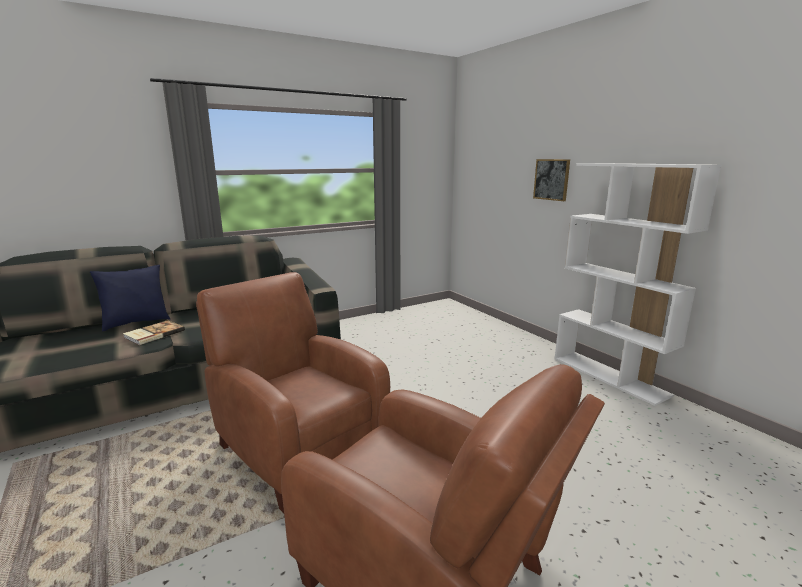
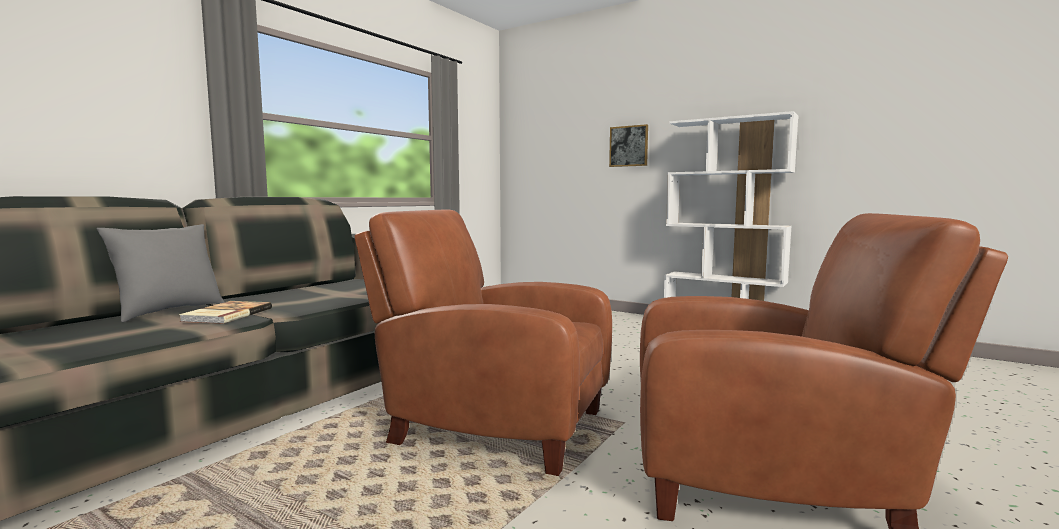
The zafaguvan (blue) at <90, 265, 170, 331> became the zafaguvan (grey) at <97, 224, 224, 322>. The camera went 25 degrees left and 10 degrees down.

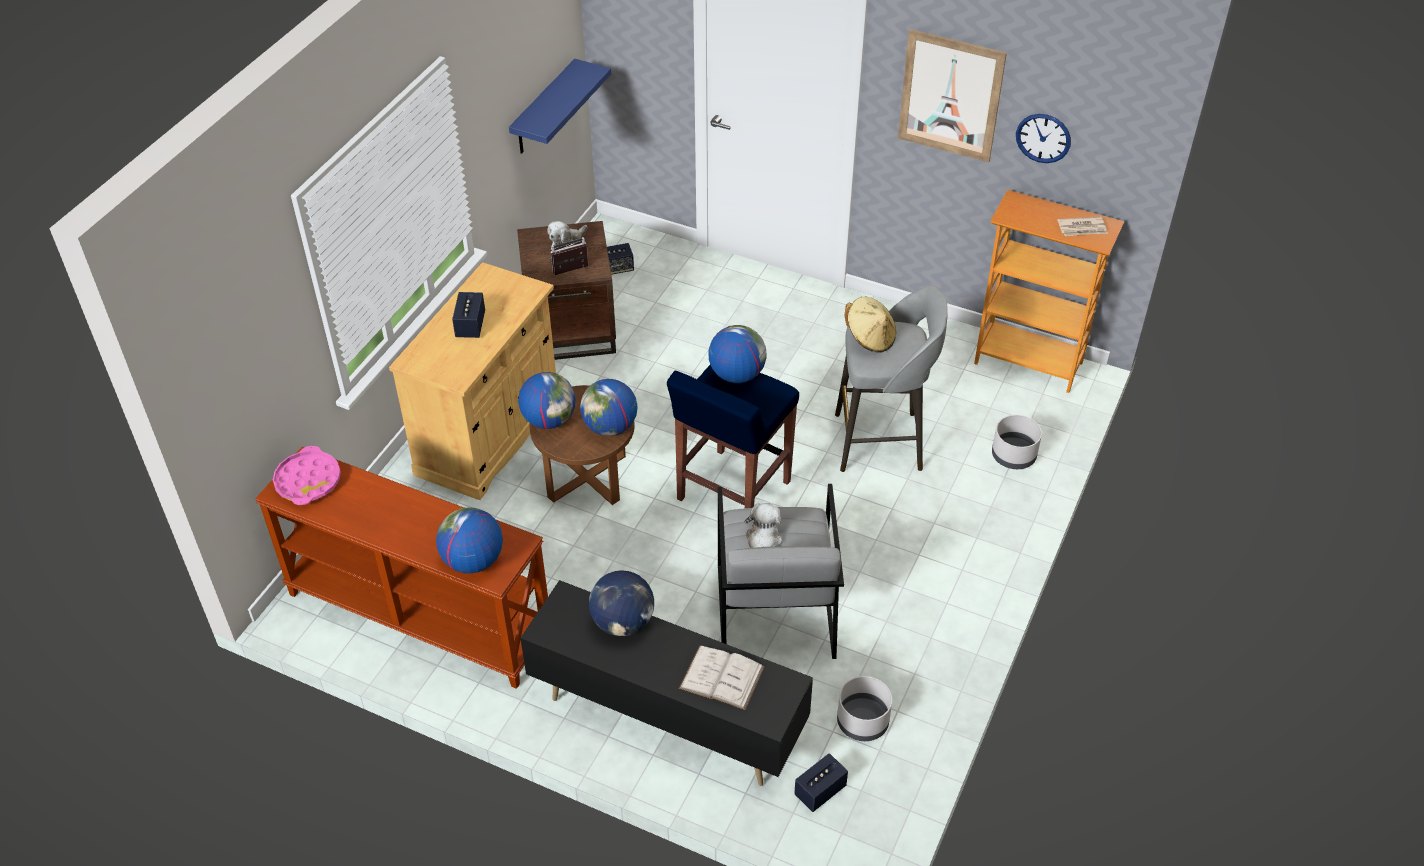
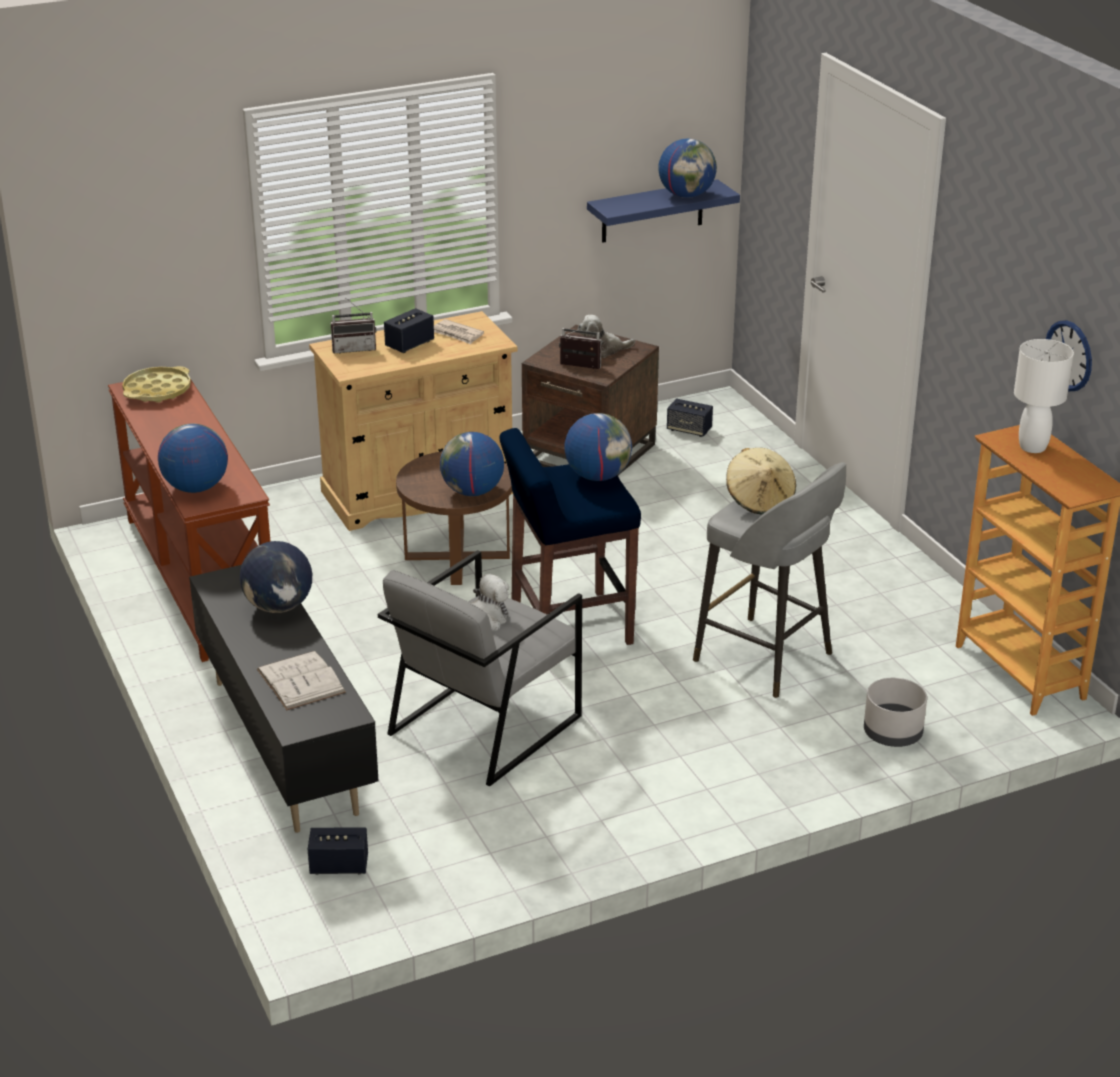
The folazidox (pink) at <273, 446, 341, 505> became the folazidox (yellow) at <122, 366, 191, 403>. The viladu at <331, 298, 377, 353> appeared. The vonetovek moved from <1057, 217, 1108, 236> to <434, 319, 484, 344>. The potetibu moved from <518, 372, 576, 429> to <658, 139, 717, 198>. The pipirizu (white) at <1014, 339, 1074, 453> appeared. The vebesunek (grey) at <837, 676, 892, 741> disappeared. The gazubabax at <898, 29, 1007, 162> disappeared. The camera went 40 degrees right and 15 degrees down.

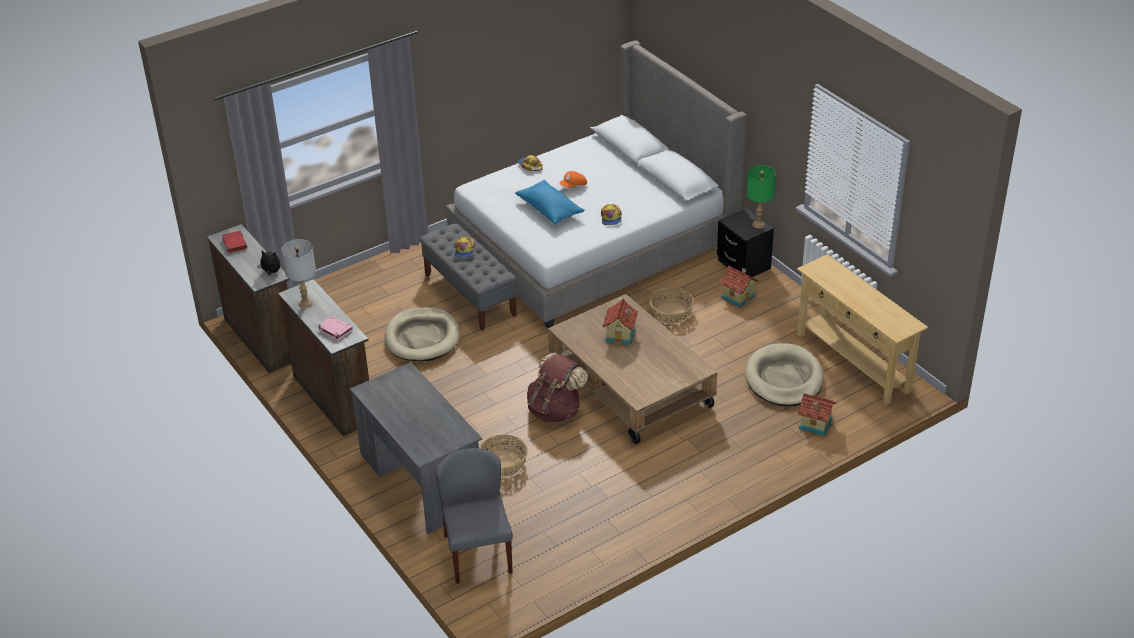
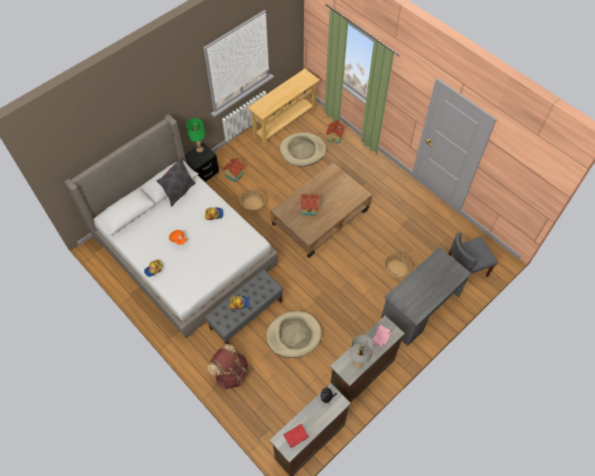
The zafaguvan (grey) at <156, 157, 196, 206> appeared. The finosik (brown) moved from <527, 352, 588, 423> to <207, 344, 249, 389>. The zafaguvan (blue) at <515, 180, 585, 225> disappeared. The camera went 100 degrees left and 20 degrees up.

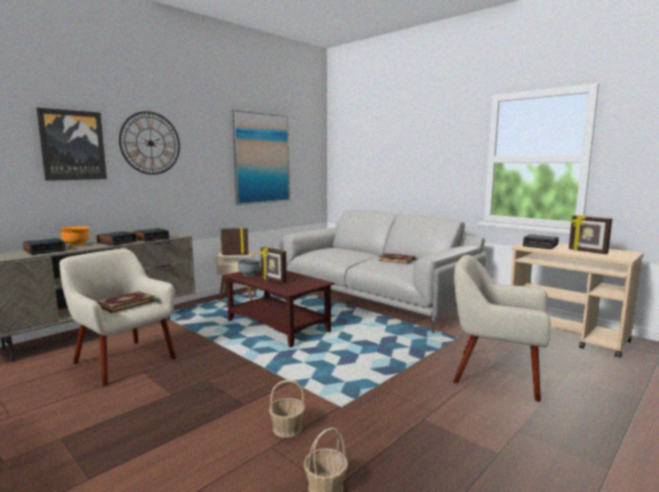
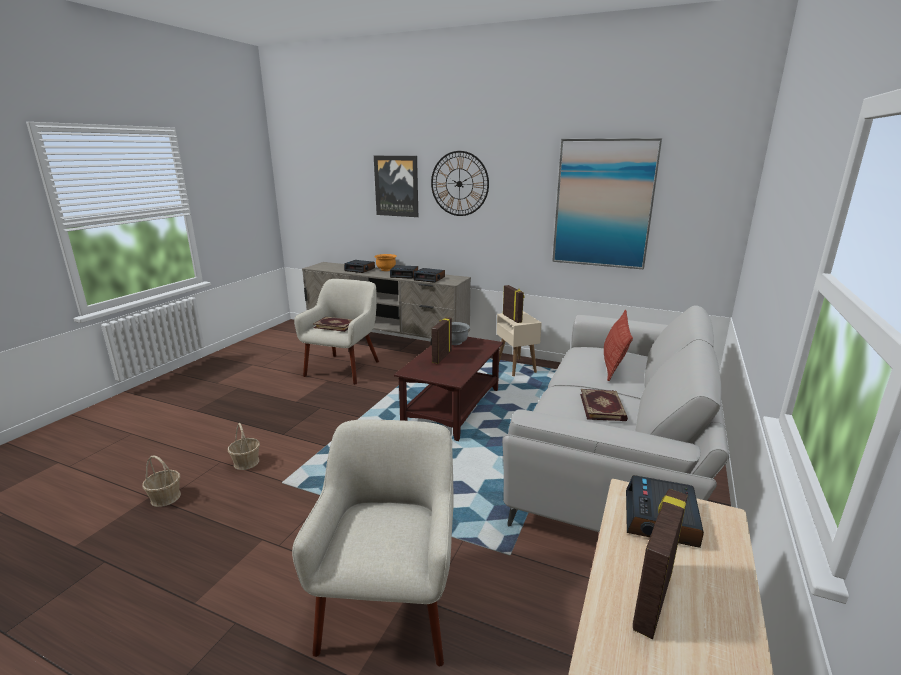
The zafaguvan at <604, 310, 633, 381> appeared. The camera went 70 degrees right and 10 degrees up.

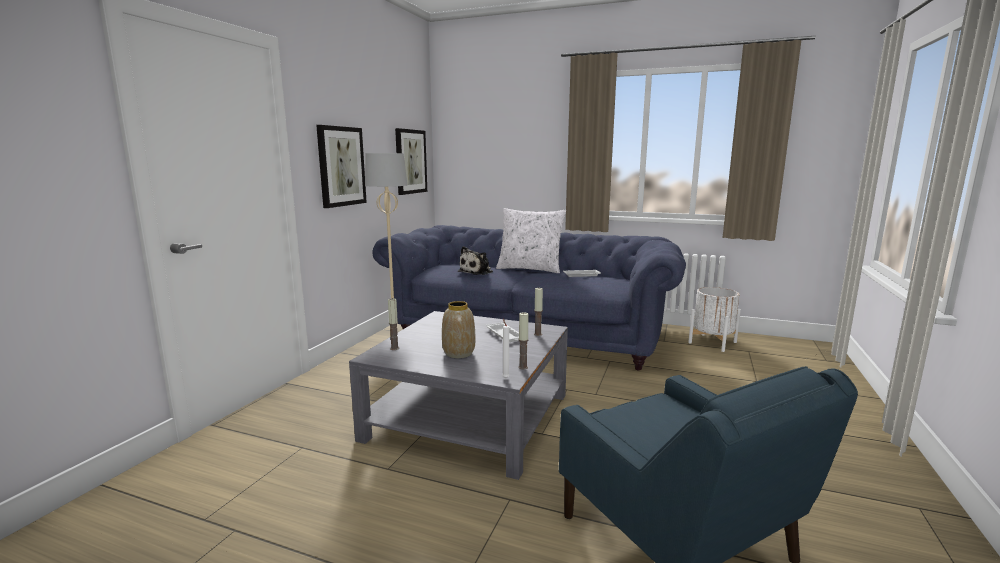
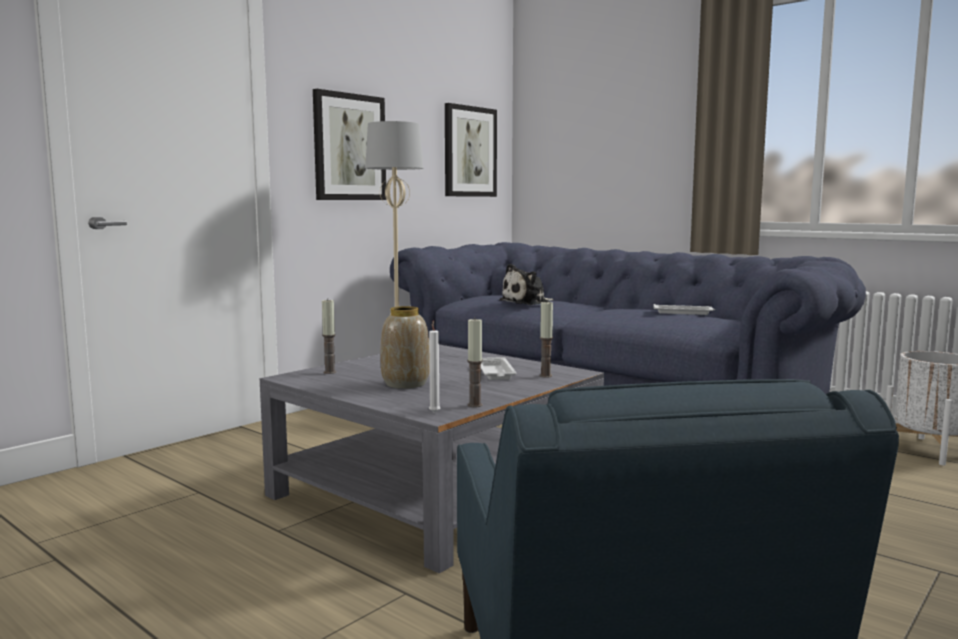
The zafaguvan (white) at <496, 208, 566, 273> disappeared. The camera went 20 degrees right and 5 degrees down.

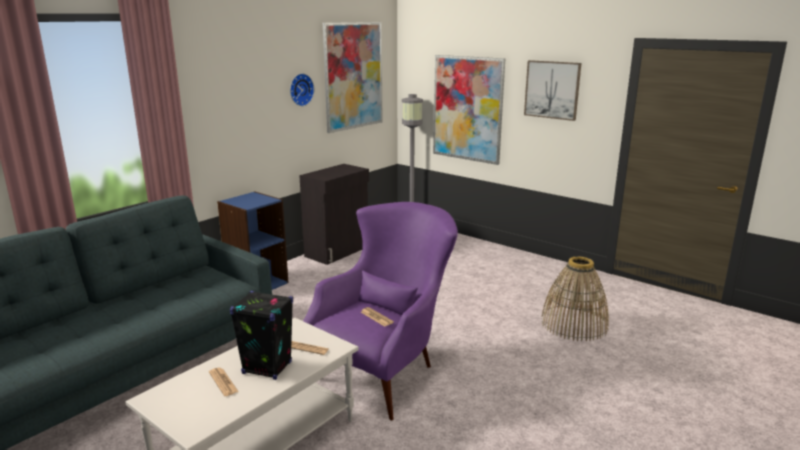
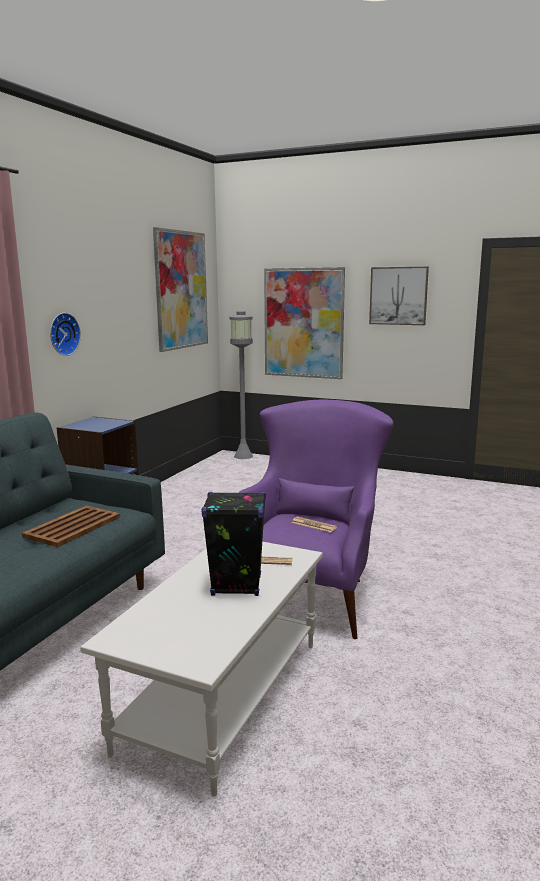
The folazidox (brown) at <22, 506, 120, 548> appeared. The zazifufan moved from <290, 73, 314, 106> to <50, 313, 81, 356>. The vonetovek at <209, 368, 238, 396> disappeared. The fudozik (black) at <299, 164, 369, 265> disappeared. The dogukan at <541, 256, 609, 341> disappeared. The camera went 15 degrees left and 5 degrees down.

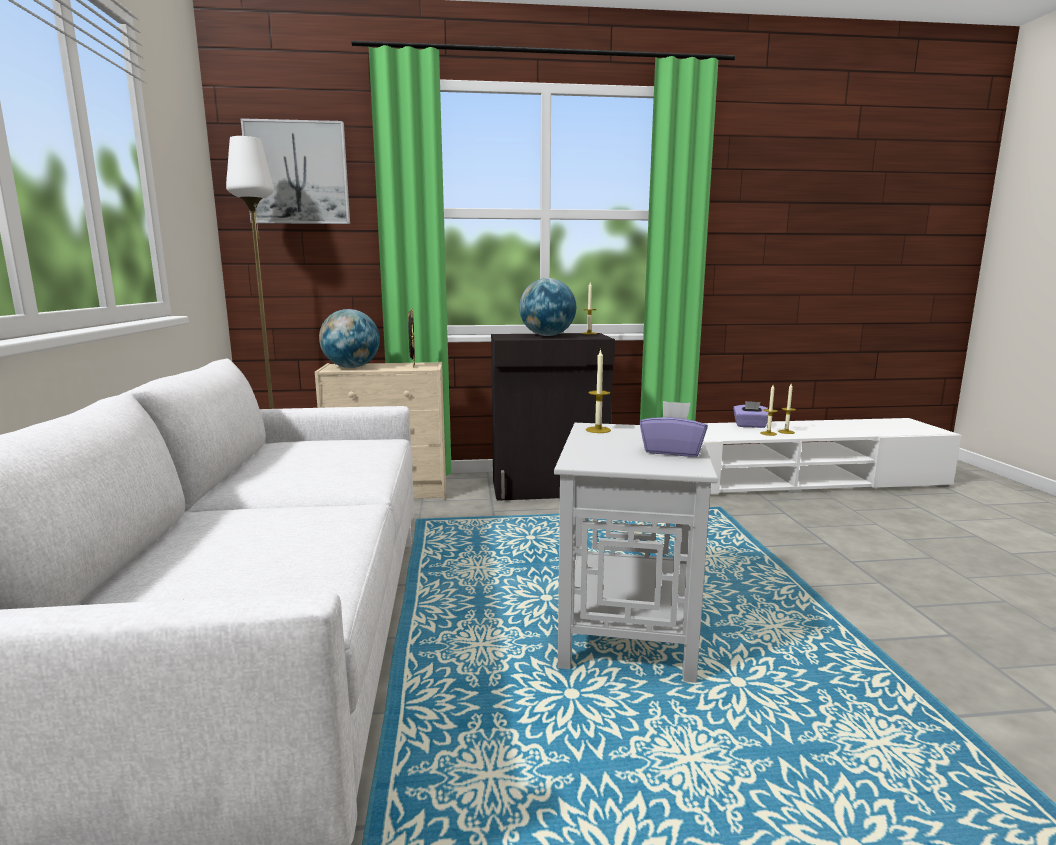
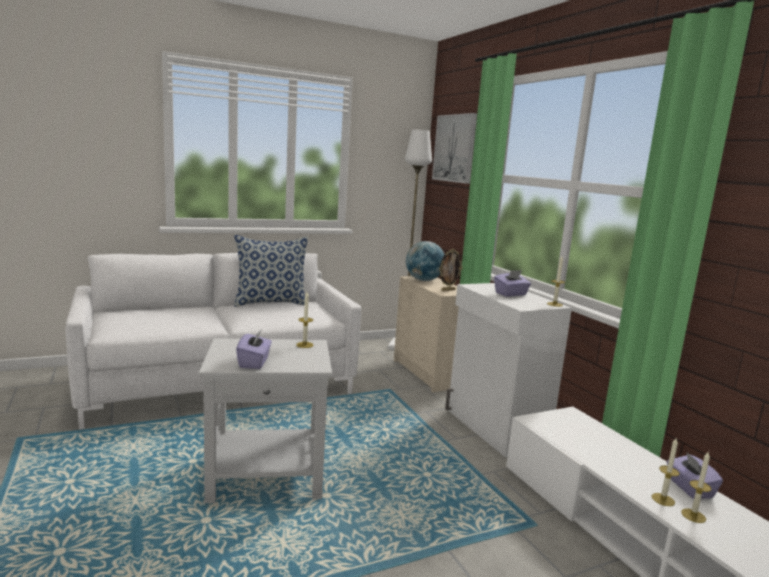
The zafaguvan at <234, 235, 308, 307> appeared. The fudozik (black) at <491, 333, 615, 501> became the fudozik (white) at <445, 283, 572, 457>. The potetibu at <519, 278, 576, 336> was replaced by the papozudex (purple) at <494, 270, 531, 296>. The camera went 70 degrees right and 0 degrees up.

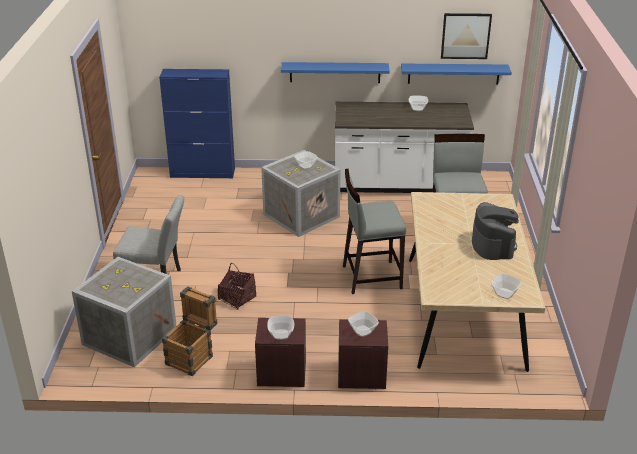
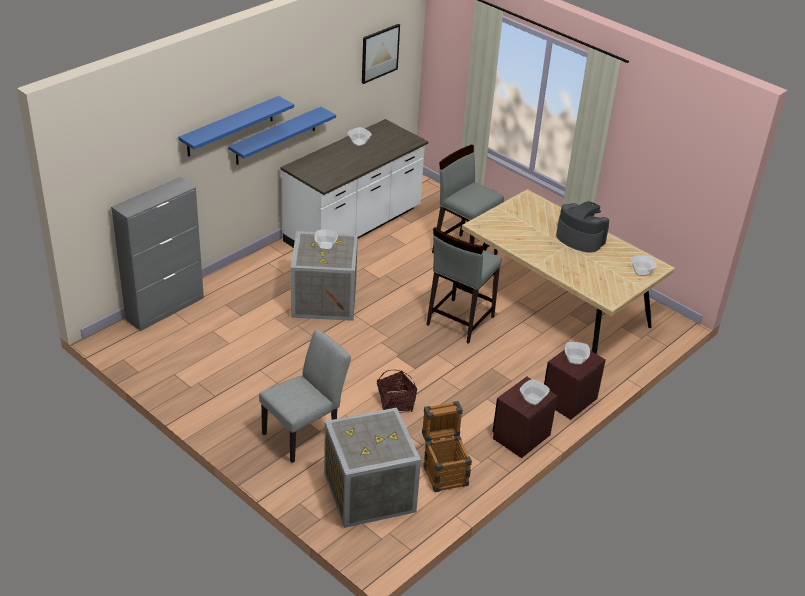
The fudozik (blue) at <159, 69, 235, 178> became the fudozik (grey) at <111, 177, 204, 331>. The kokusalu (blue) moved from <401, 64, 512, 85> to <178, 96, 294, 157>. The camera went 50 degrees left and 5 degrees up.

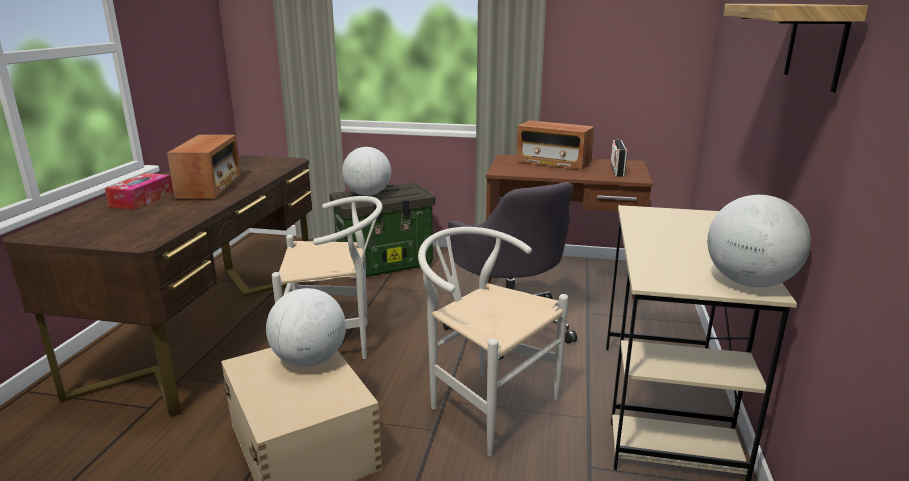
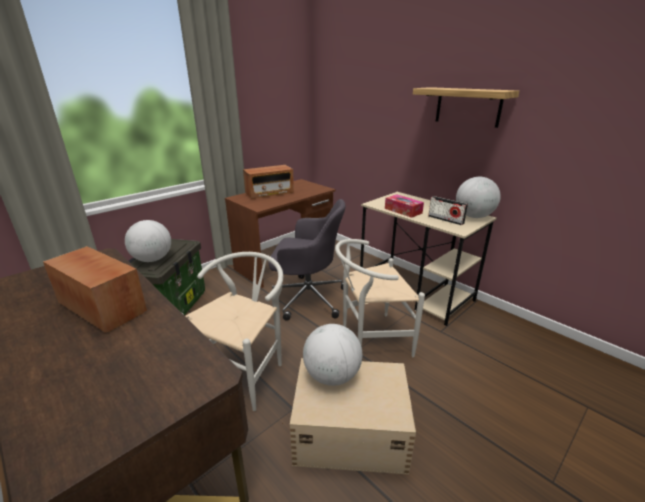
The papozudex moved from <105, 173, 173, 210> to <385, 194, 424, 218>. The viladu moved from <610, 140, 627, 177> to <428, 196, 468, 225>. The camera went 55 degrees left and 5 degrees up.

